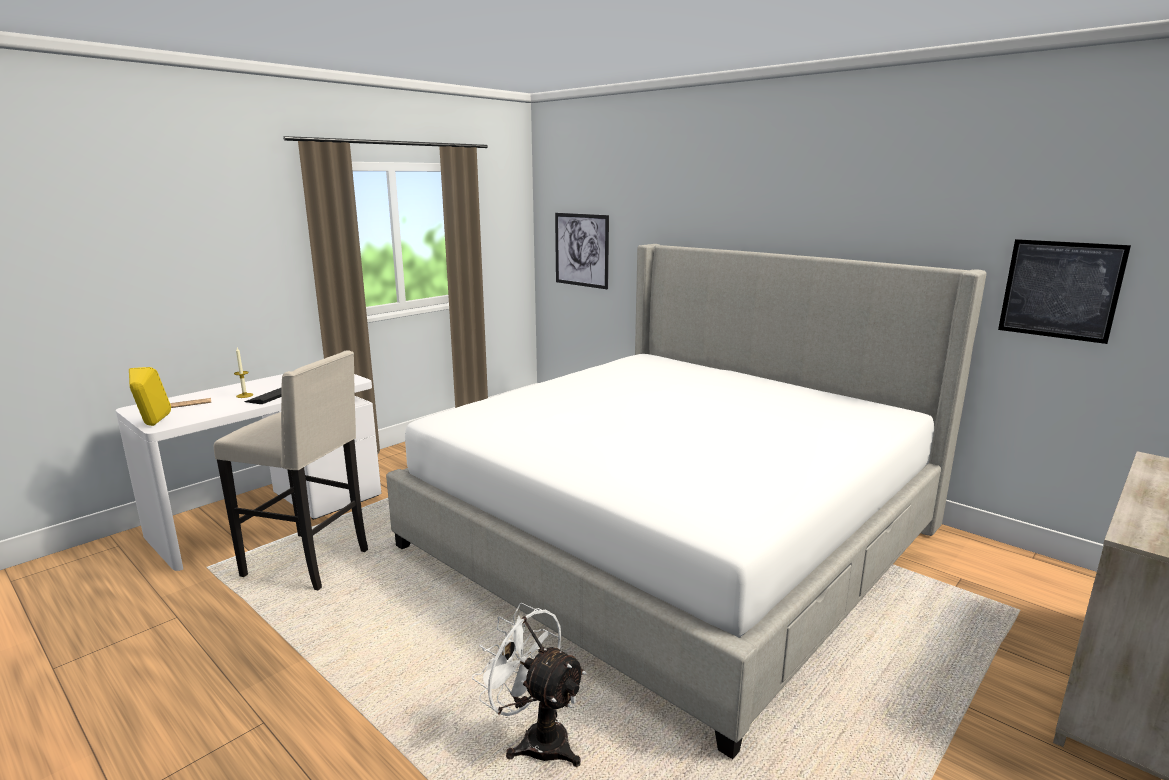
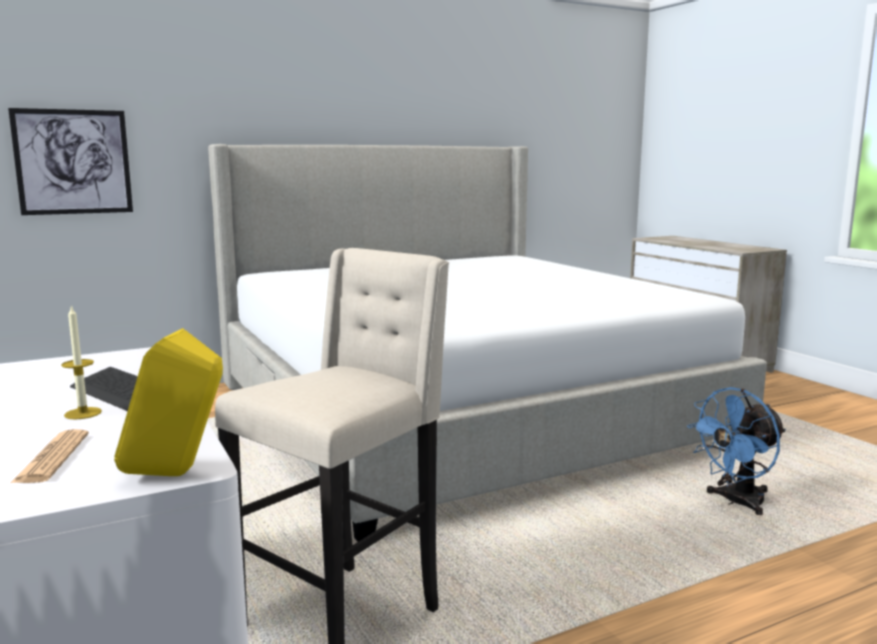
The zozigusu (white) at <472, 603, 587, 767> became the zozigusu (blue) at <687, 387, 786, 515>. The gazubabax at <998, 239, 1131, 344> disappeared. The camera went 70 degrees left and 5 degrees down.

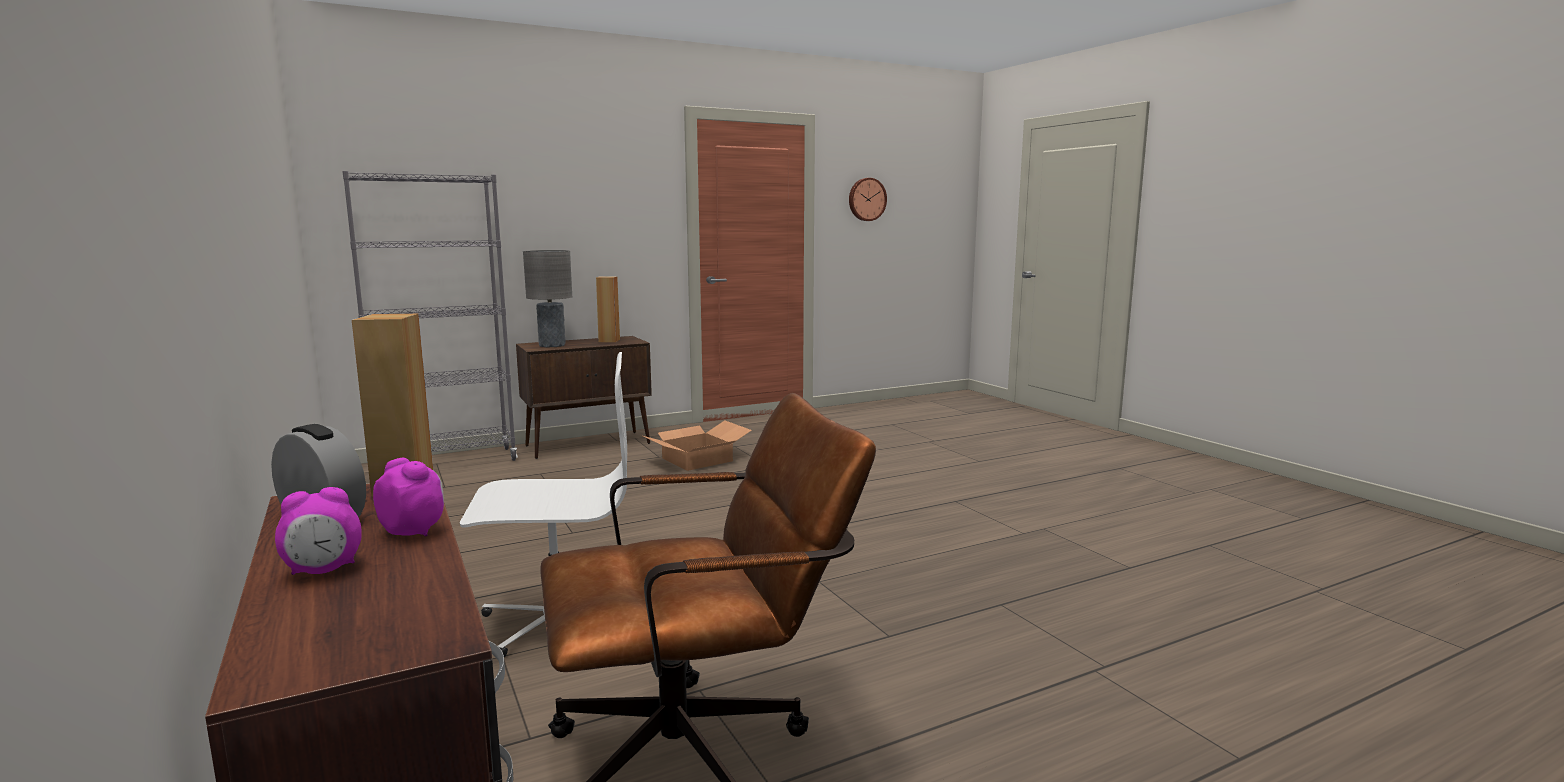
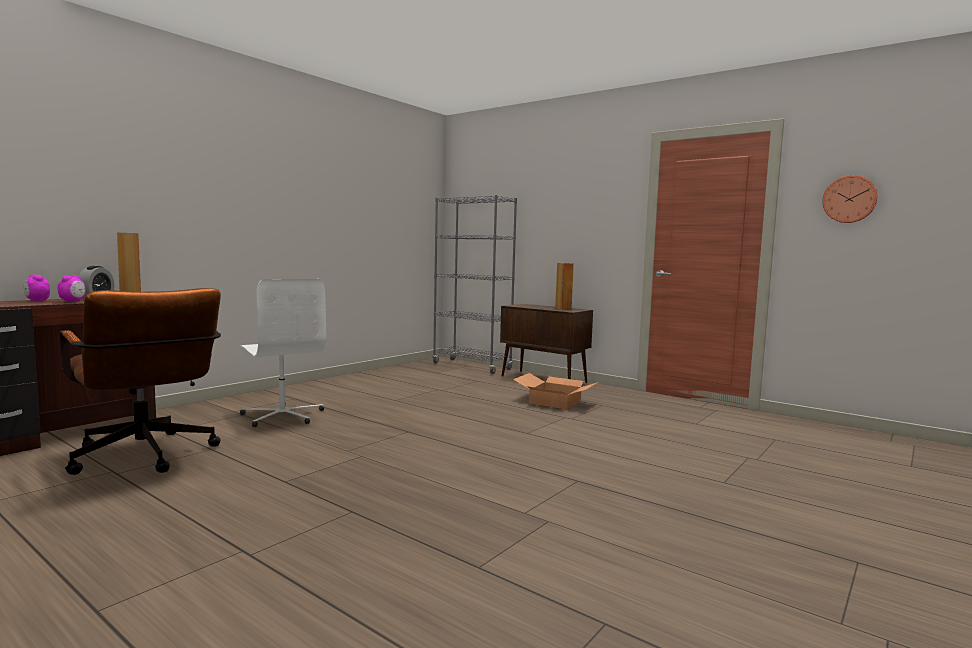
The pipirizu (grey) at <523, 250, 572, 348> disappeared. The camera went 65 degrees right and 5 degrees down.

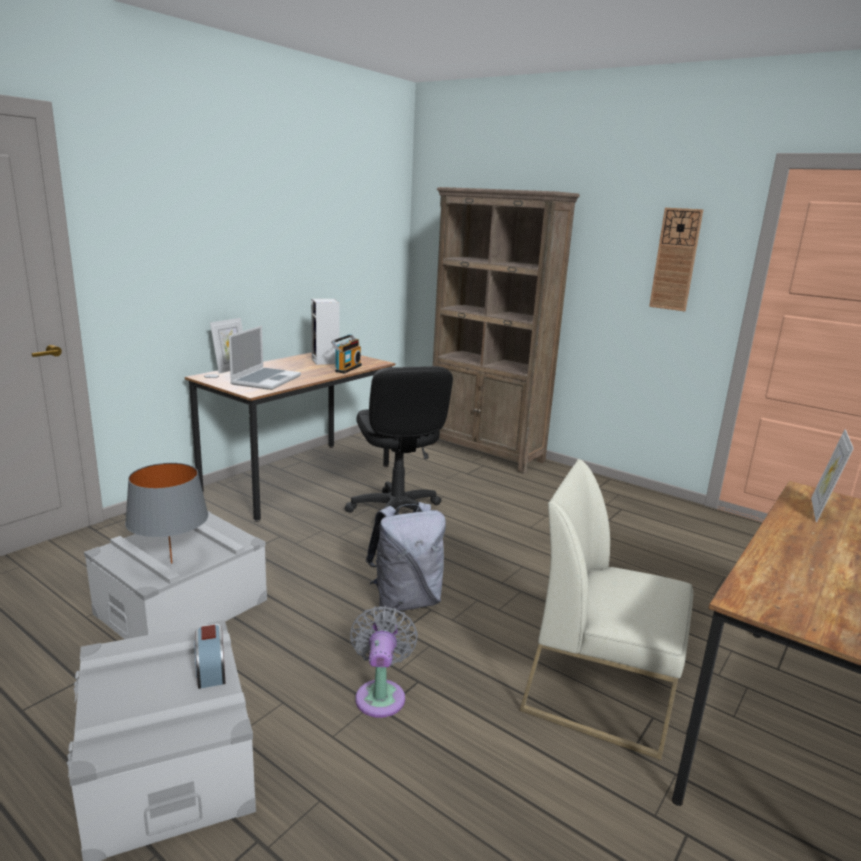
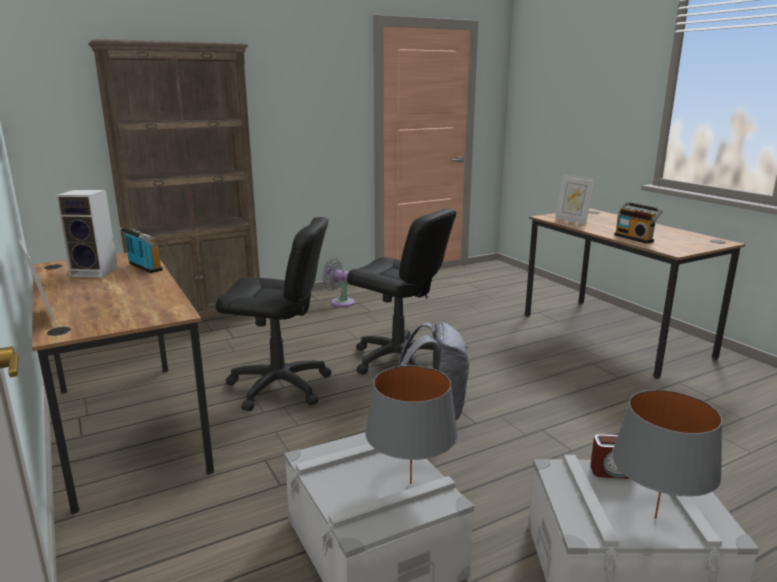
The zozigusu (grey) moved from <350, 606, 418, 718> to <322, 259, 355, 307>. The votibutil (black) at <347, 208, 456, 375> appeared. The pipirizu (grey) at <612, 390, 723, 519> appeared. The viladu at <614, 202, 663, 244> appeared. The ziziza at <228, 326, 301, 390> disappeared. The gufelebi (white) at <520, 459, 693, 760> disappeared. The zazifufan at <649, 208, 703, 311> disappeared. The camera went 65 degrees left and 0 degrees up.

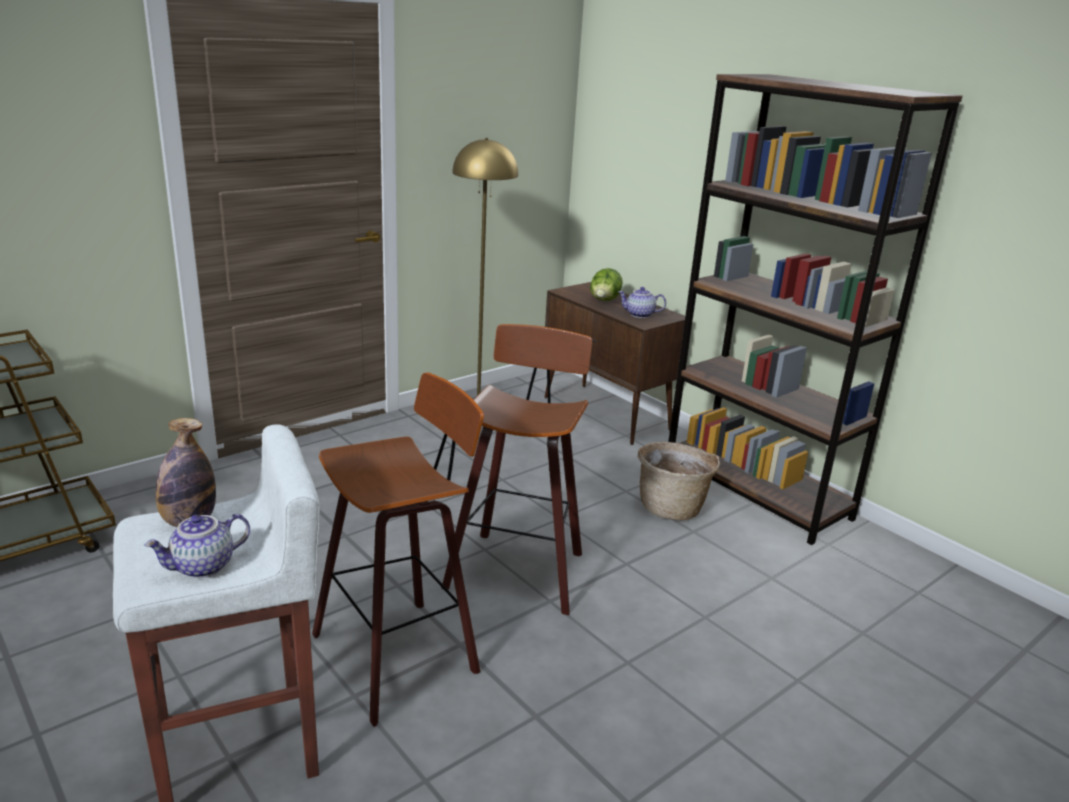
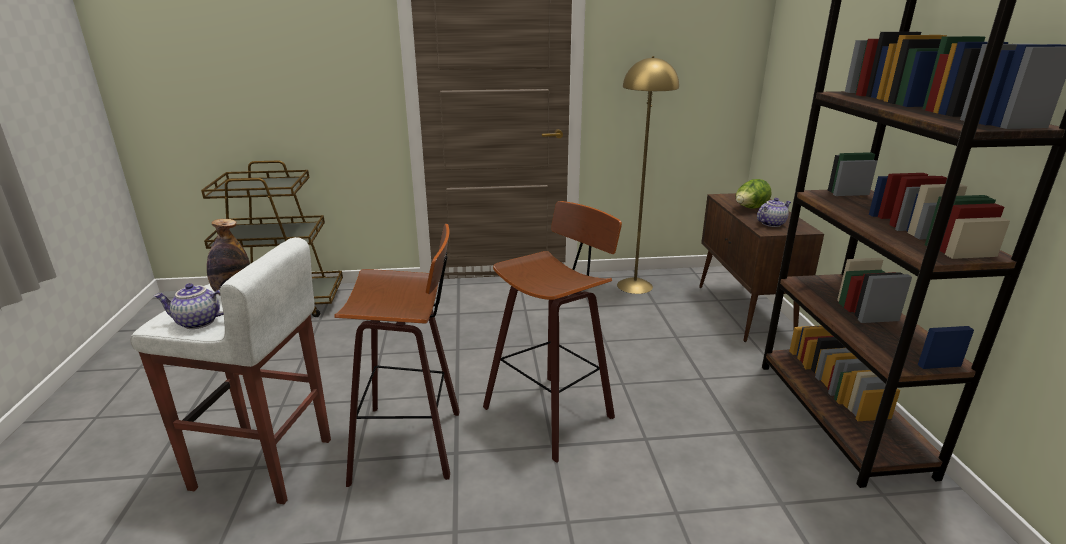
The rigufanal at <618, 287, 666, 318> turned 105 degrees clockwise. The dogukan at <637, 442, 720, 520> disappeared. The camera went 35 degrees right and 0 degrees up.

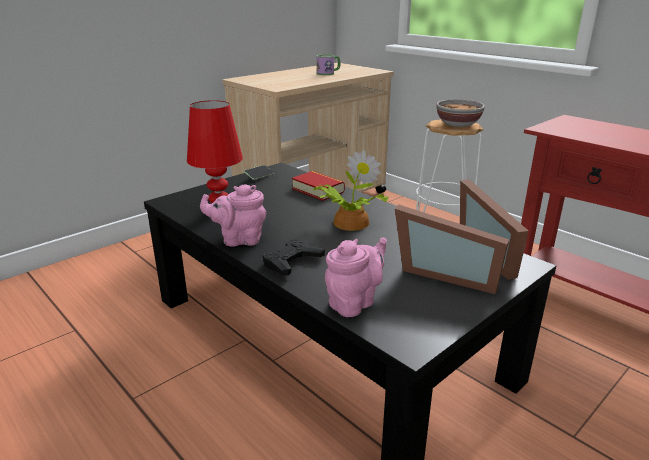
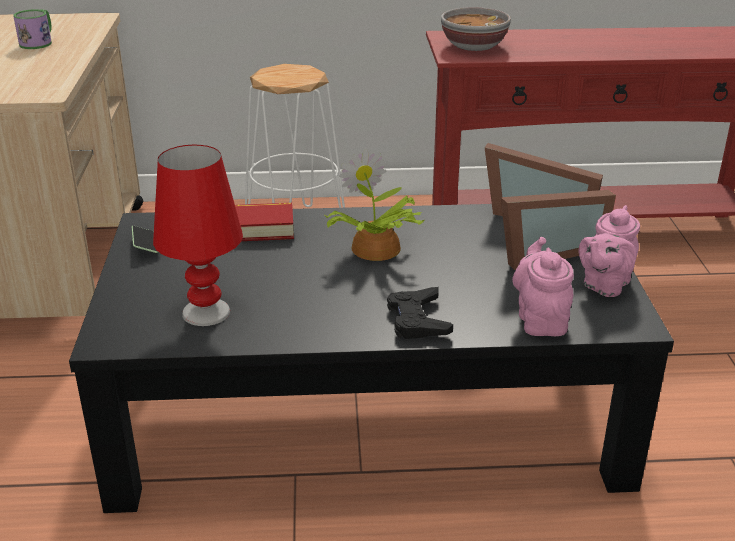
The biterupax moved from <437, 99, 485, 127> to <441, 7, 511, 51>. The rigufanal (pink) moved from <200, 185, 267, 247> to <578, 205, 640, 297>. The camera went 50 degrees left and 5 degrees up.

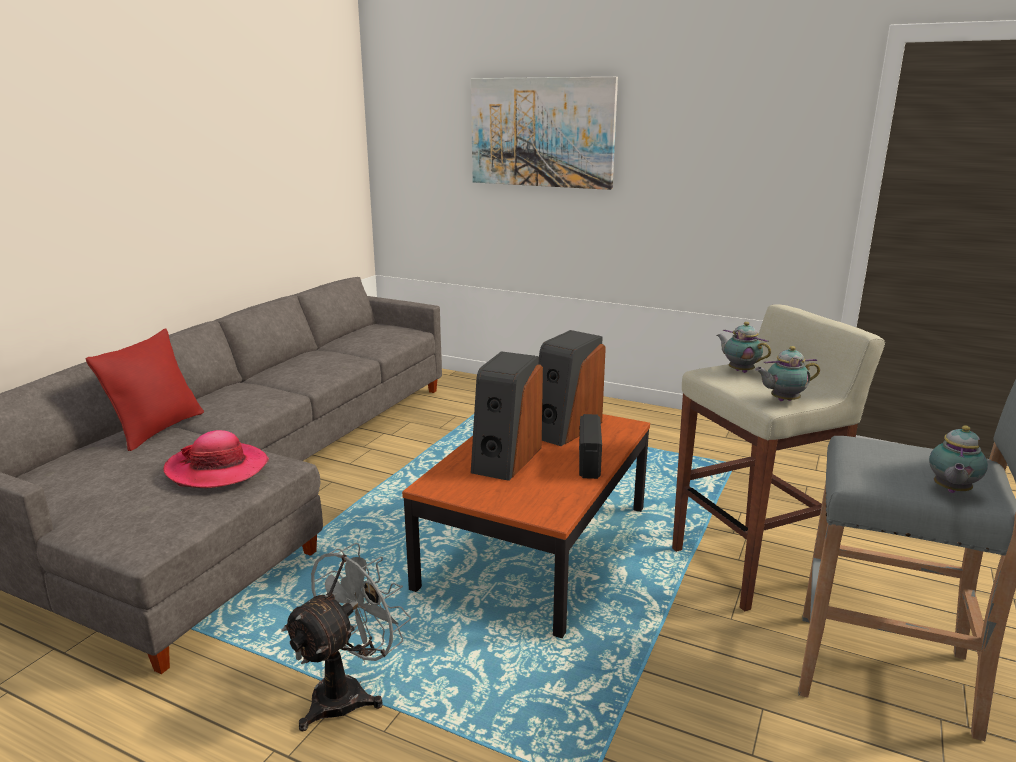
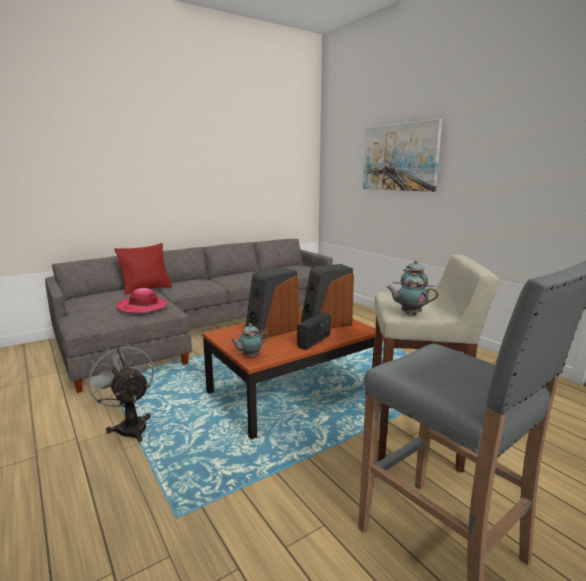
The zozigusu (grey) at <281, 543, 411, 732> turned 105 degrees counterclockwise. The rigufanal moved from <929, 425, 988, 493> to <230, 324, 269, 357>. The camera went 30 degrees right and 5 degrees down.

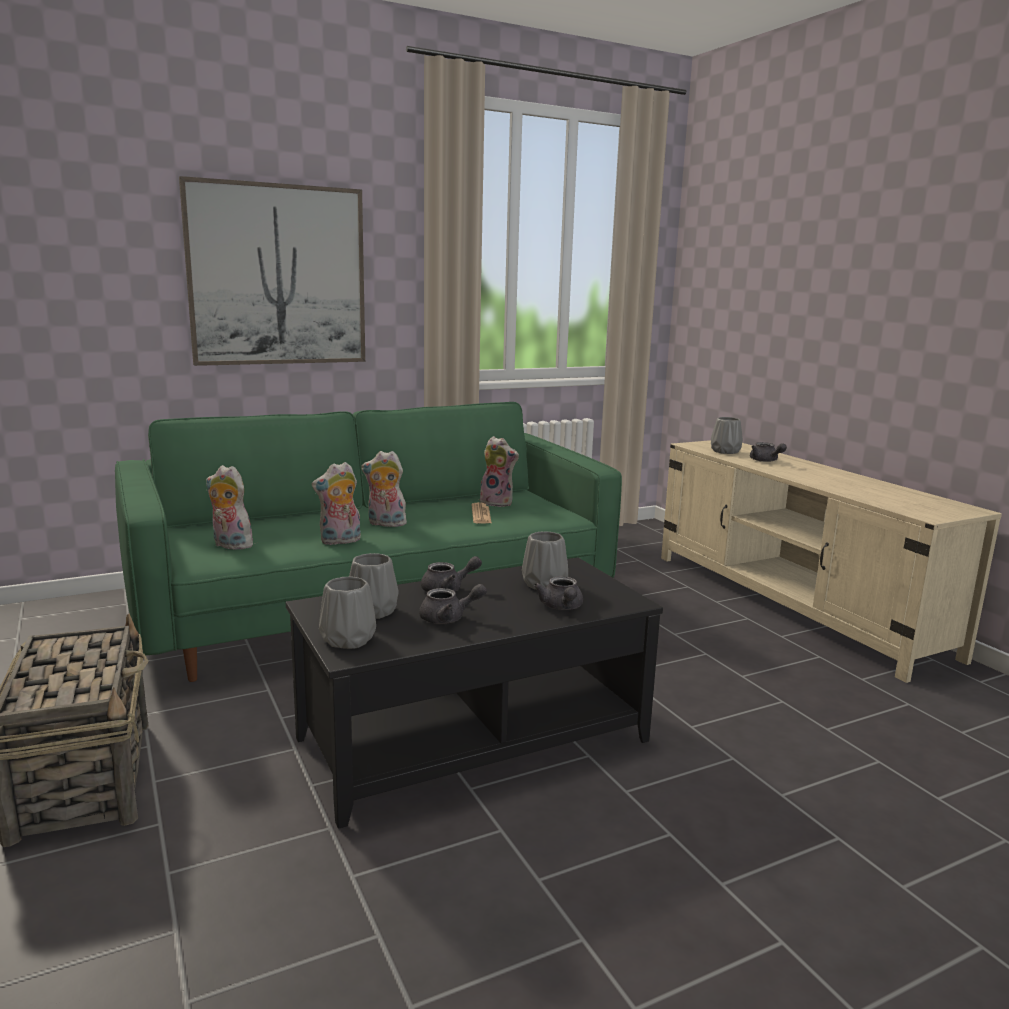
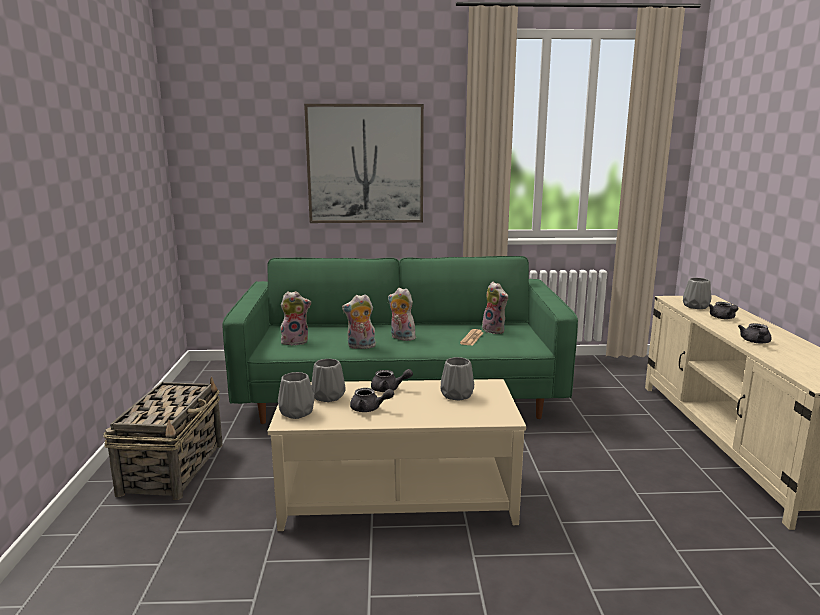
The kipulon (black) at <286, 557, 663, 829> became the kipulon (beige) at <268, 379, 526, 531>. The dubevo at <206, 465, 253, 550> turned 120 degrees clockwise. The rigufanal (grey) moved from <534, 576, 583, 610> to <738, 323, 772, 343>. The camera went 25 degrees right and 0 degrees up.

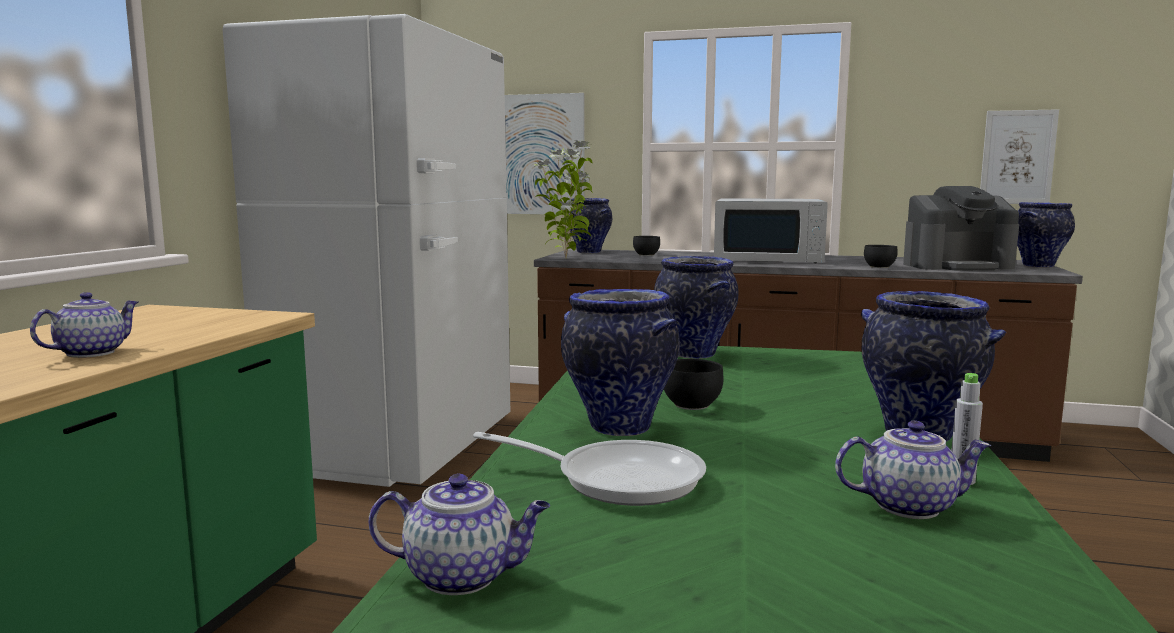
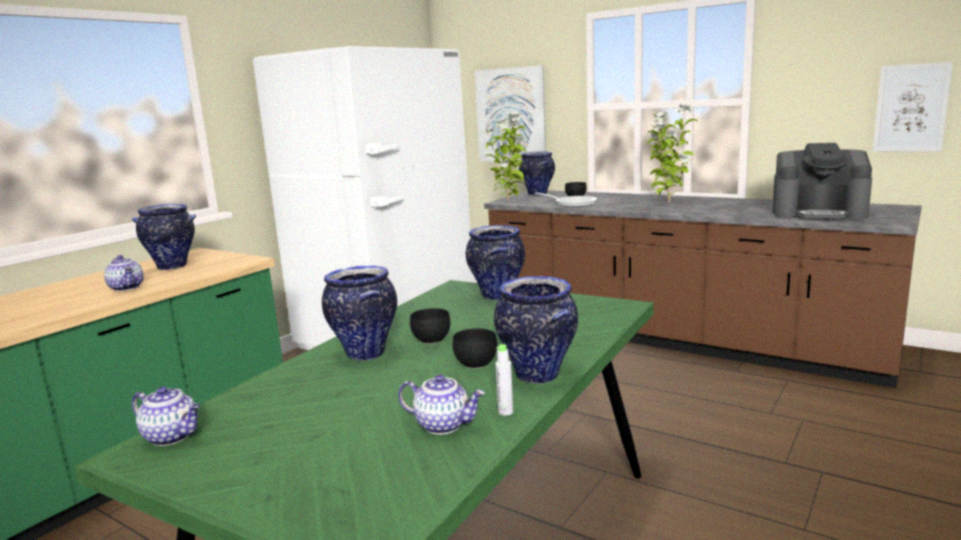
The rigufanal at <30, 292, 138, 358> turned 90 degrees clockwise. The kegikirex moved from <1017, 202, 1075, 268> to <132, 204, 196, 270>. The biterupax (black) moved from <864, 245, 897, 268> to <453, 328, 497, 369>. The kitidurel moved from <473, 432, 706, 506> to <535, 193, 597, 207>. The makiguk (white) at <714, 198, 828, 263> was replaced by the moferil at <647, 104, 697, 202>. The camera went 20 degrees right and 5 degrees up.

